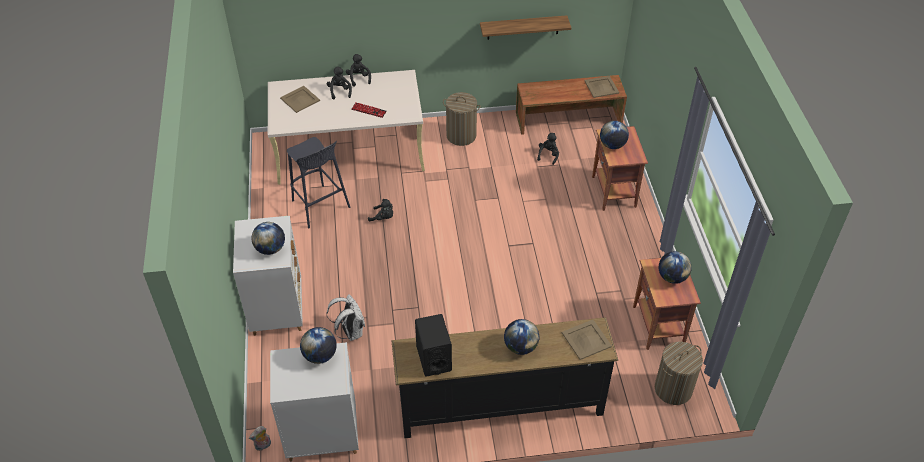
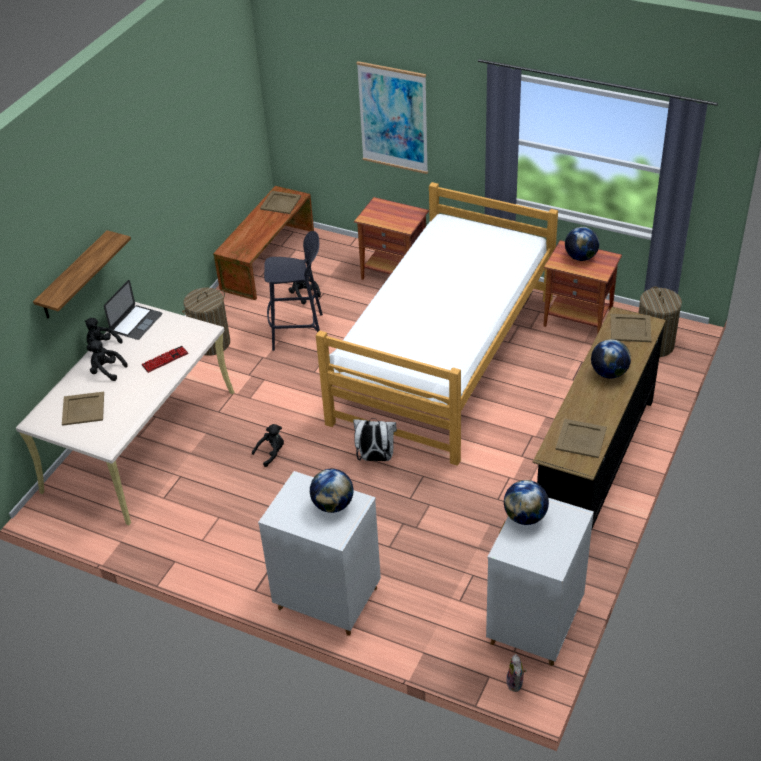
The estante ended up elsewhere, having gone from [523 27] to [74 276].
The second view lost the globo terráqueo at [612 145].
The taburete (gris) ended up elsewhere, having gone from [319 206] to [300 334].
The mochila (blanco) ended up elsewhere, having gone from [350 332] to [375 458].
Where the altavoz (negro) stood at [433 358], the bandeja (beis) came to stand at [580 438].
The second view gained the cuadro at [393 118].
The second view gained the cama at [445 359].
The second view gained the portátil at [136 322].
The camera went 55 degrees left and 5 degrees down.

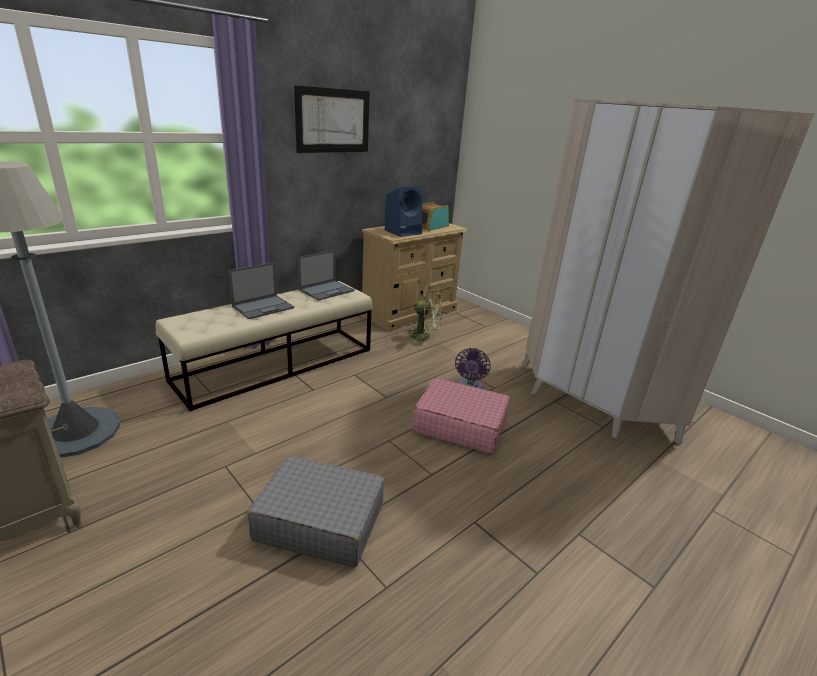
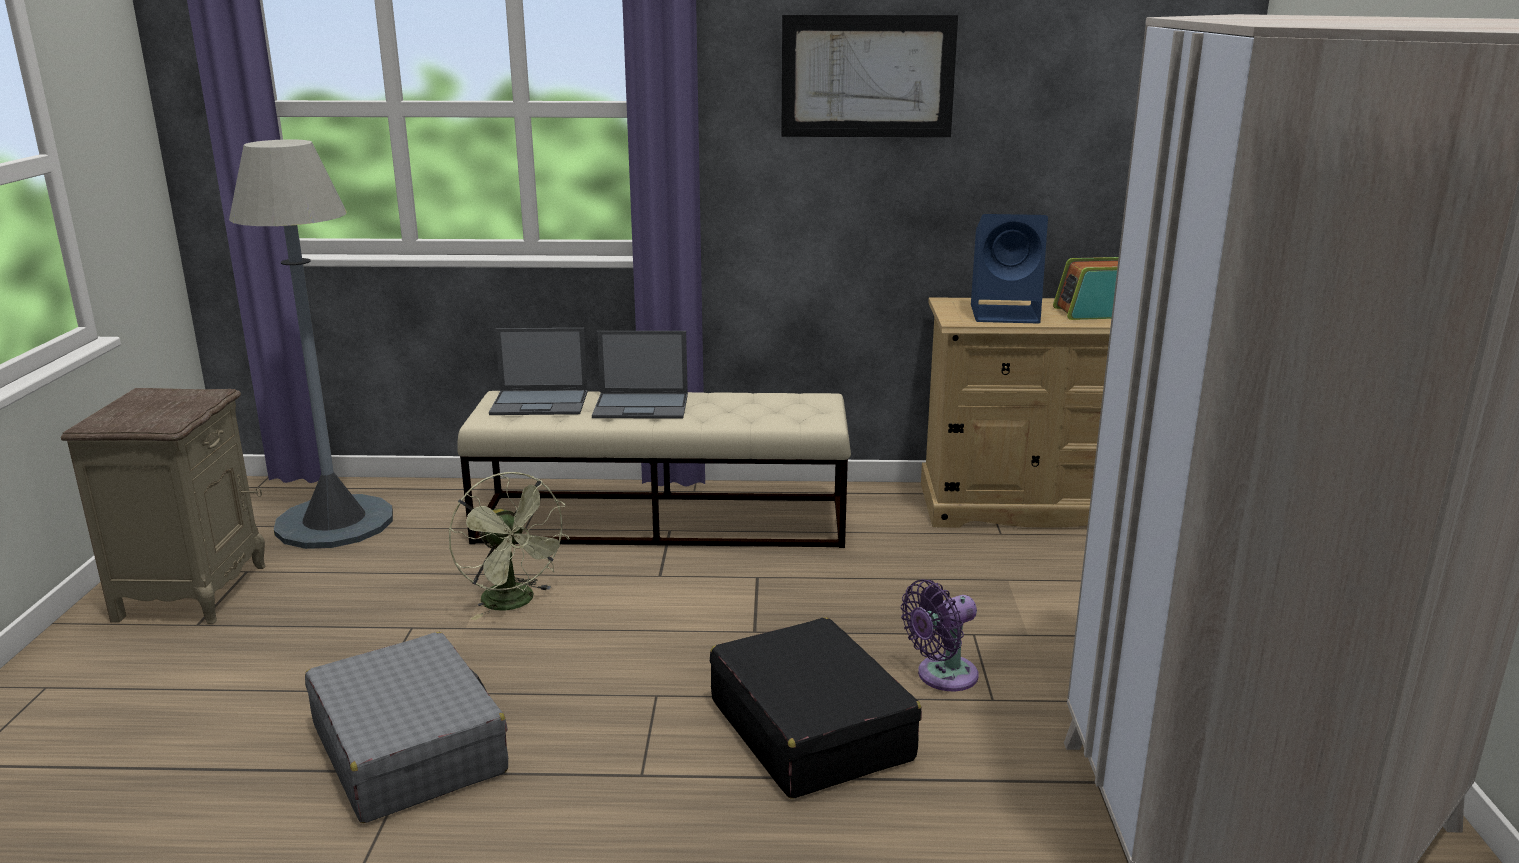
The portátil ended up elsewhere, having gone from [327 290] to [541 403].
The ventilador (verde) ended up elsewhere, having gone from [425 337] to [515 603].
What was the maleta (rosa) at [459 425] turned into the maleta (negro) at [810 729].
The camera went 45 degrees right and 5 degrees down.

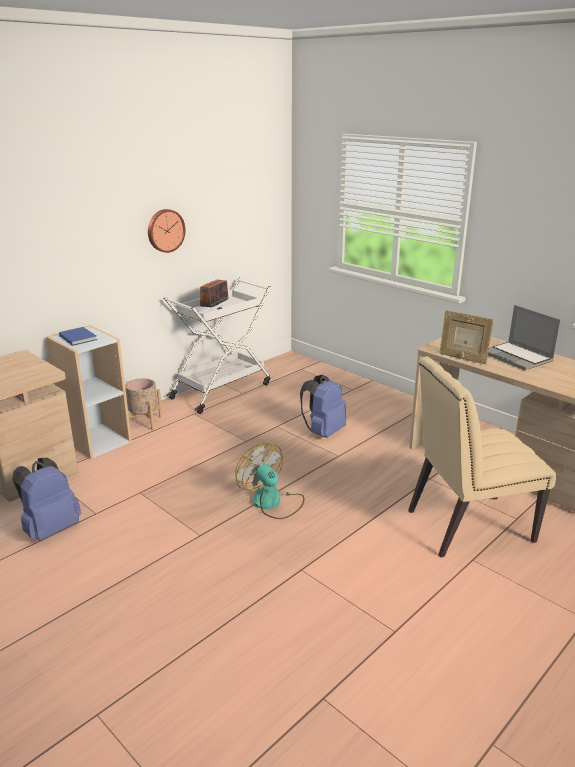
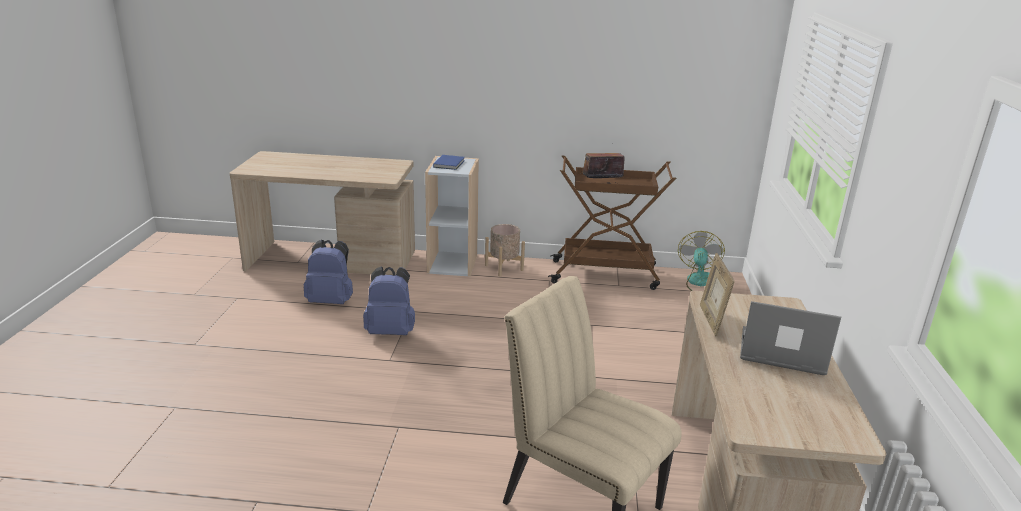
The second view lost the reloj de pared at [165 230].
What was the carrito (blanco) at [222 391] turned into the carrito (marrón) at [604 275].
The portátil at [518 357] ended up facing another way, 90 degrees clockwise from before.
The mochila (azul) ended up elsewhere, having gone from [323 432] to [391 331].
The ventilador ended up elsewhere, having gone from [272 502] to [701 283].
The camera went 50 degrees right and 0 degrees up.

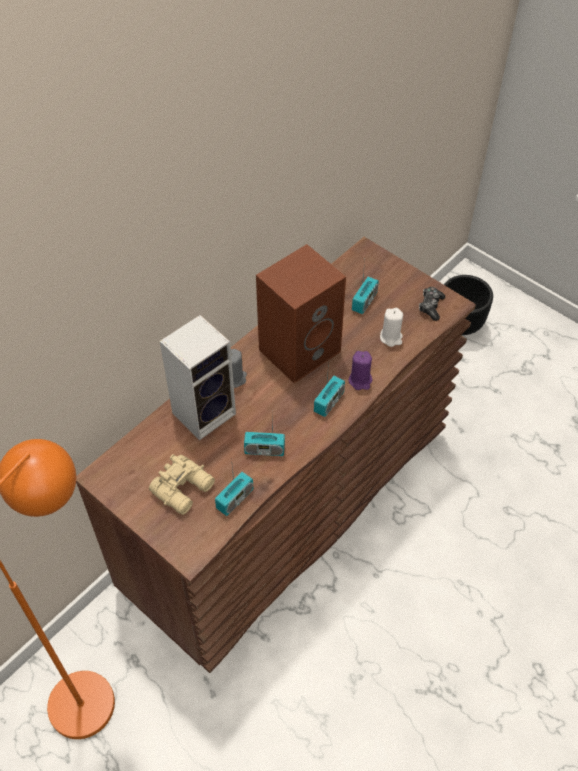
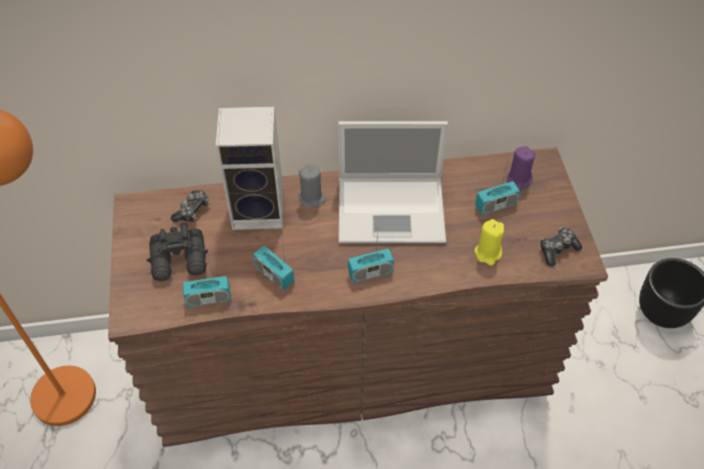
Where the altavoz (marrón) stood at [300 349], the portátil came to stand at [393 209].
What was the vela (blanco) at [391 337] turned into the vela (amarillo) at [488 253].
The vela (morado) ended up elsewhere, having gone from [360 380] to [518 180].
What was the prismáticos (beis) at [184 489] turned into the prismáticos (negro) at [180 261].
The second view gained the mando de consola at [192 210].
The camera went 40 degrees right and 0 degrees up.

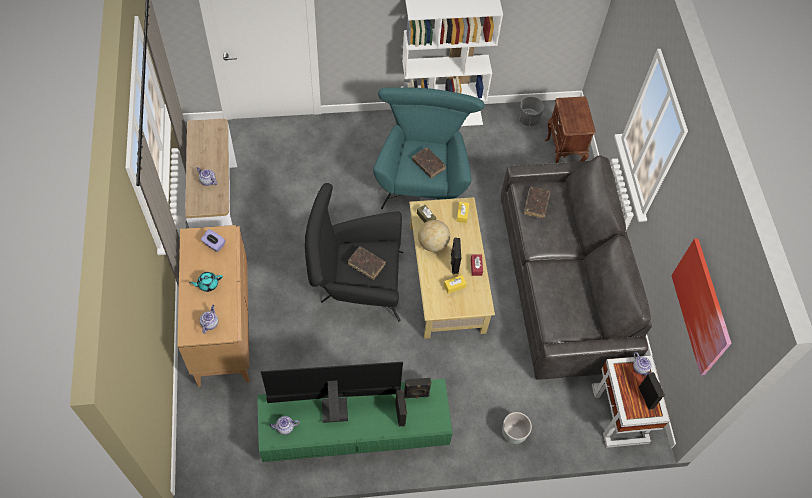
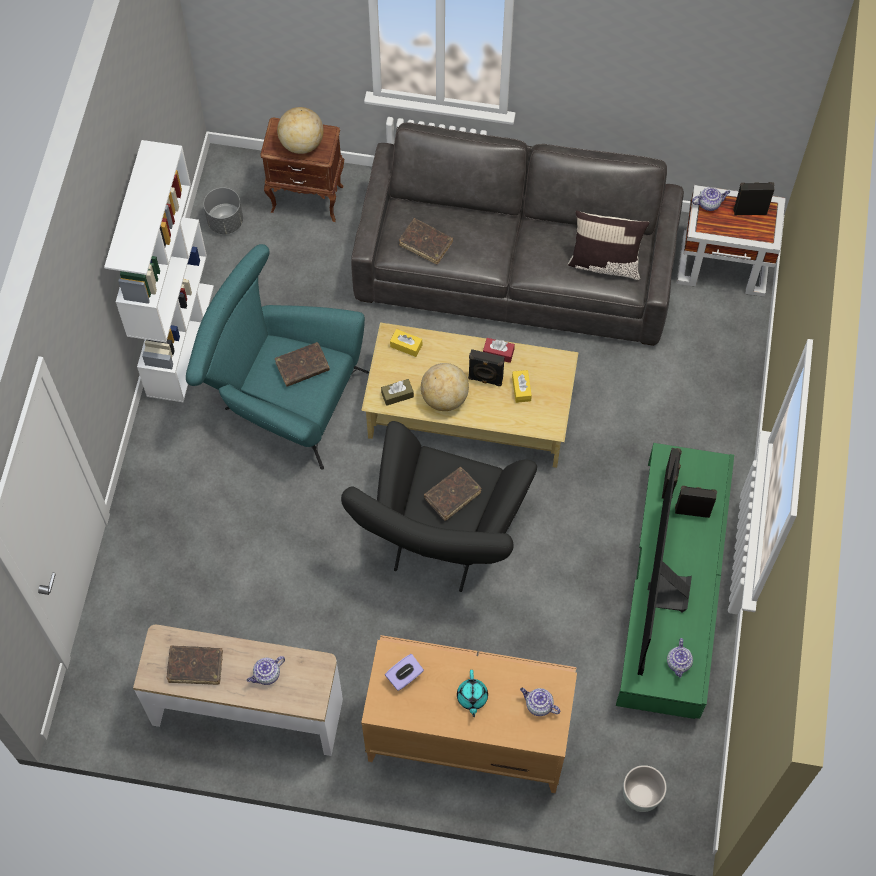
The second view lost the cuadro at [702 307].
The maceta (gris) ended up elsewhere, having gone from [513 434] to [641 796].
The second view gained the globo terráqueo at [301 143].
The second view gained the cojín at [605 263].
The second view gained the libro (marrón) at [195 667].
The camera went 70 degrees left and 5 degrees up.

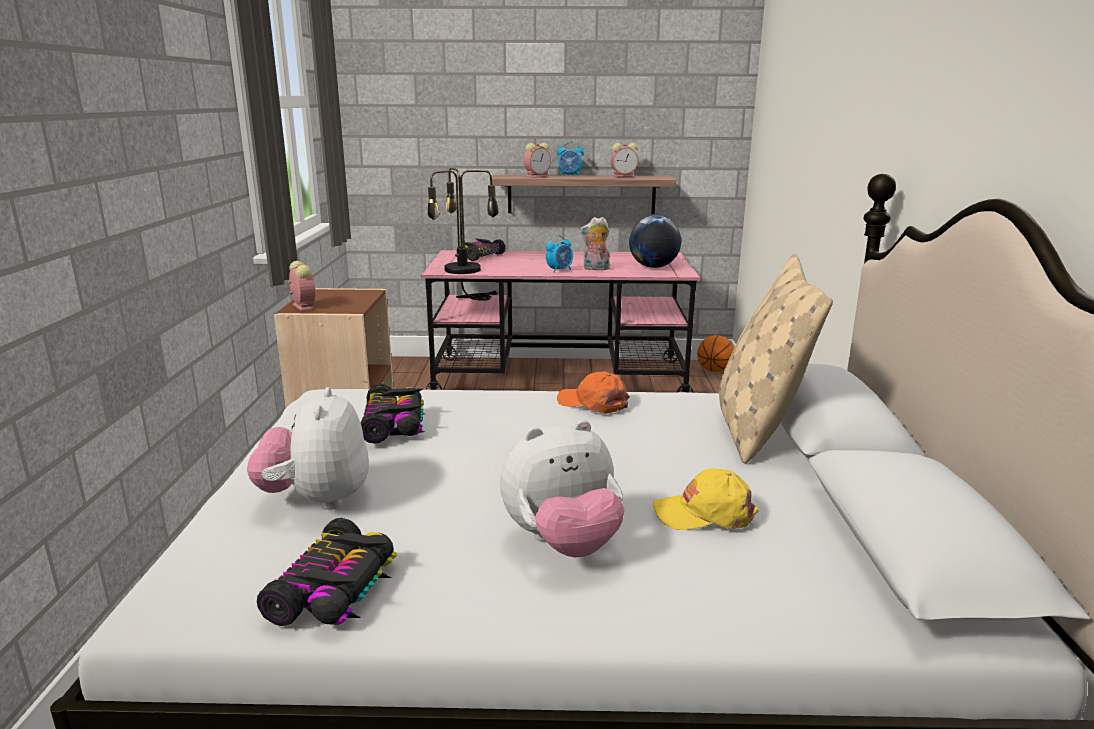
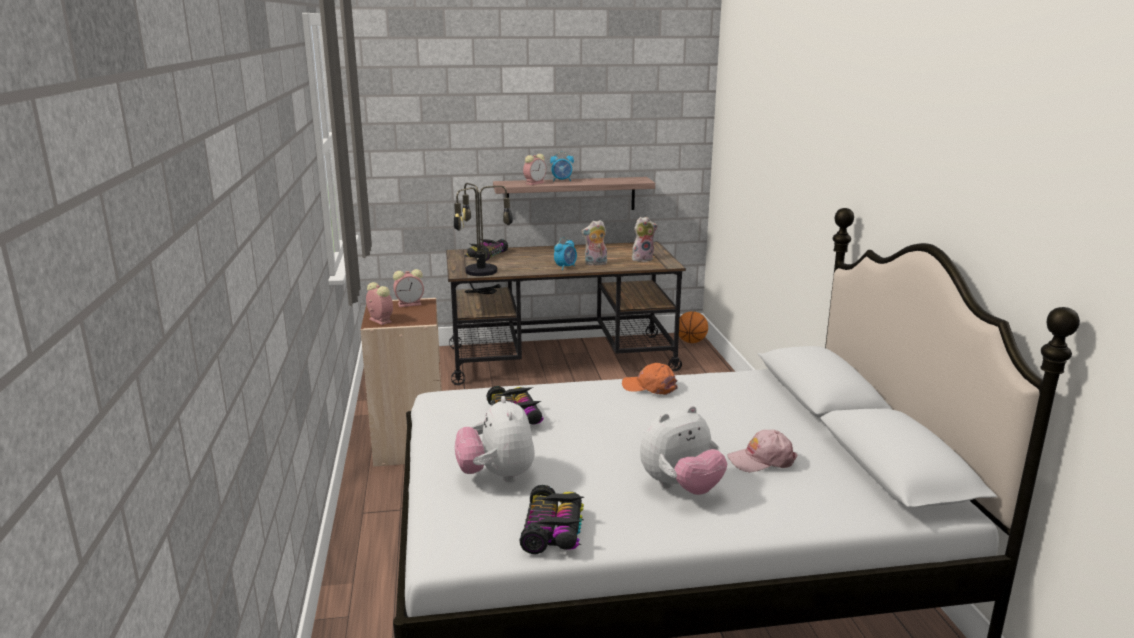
The despertador ended up elsewhere, having gone from [624 176] to [410 304].
Where the globo terráqueo stood at [653 267], the peluche came to stand at [642 259].
What was the escritorio (rosa) at [558 378] turned into the escritorio (marrón) at [561 358].
The second view lost the cojín (beis) at [756 426].
What was the gorra (amarillo) at [704 513] turned into the gorra (rosa) at [761 460].
The camera went 10 degrees left and 0 degrees up.

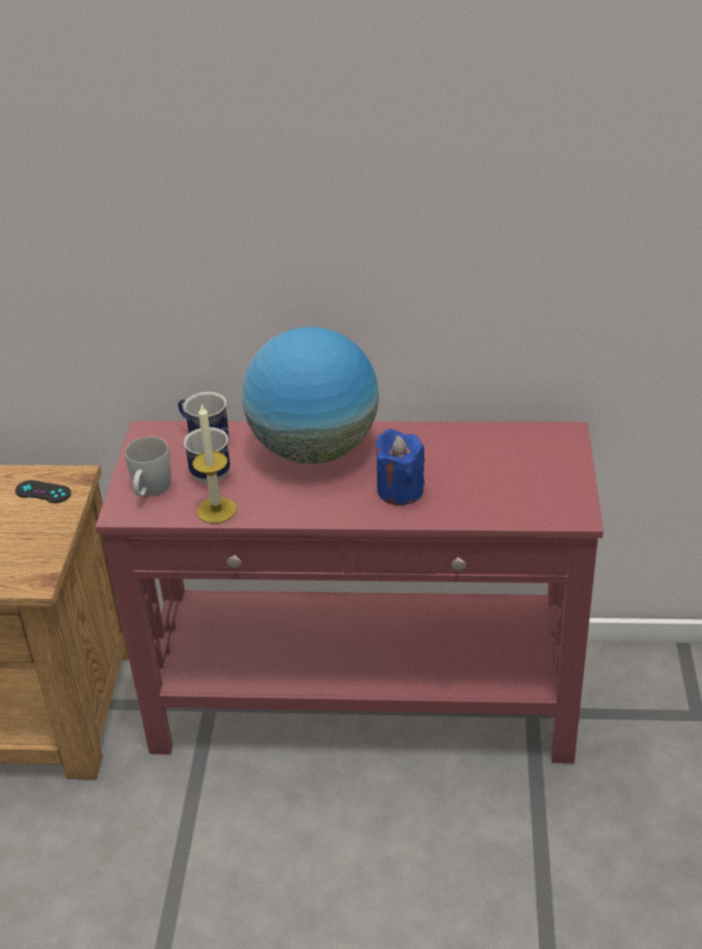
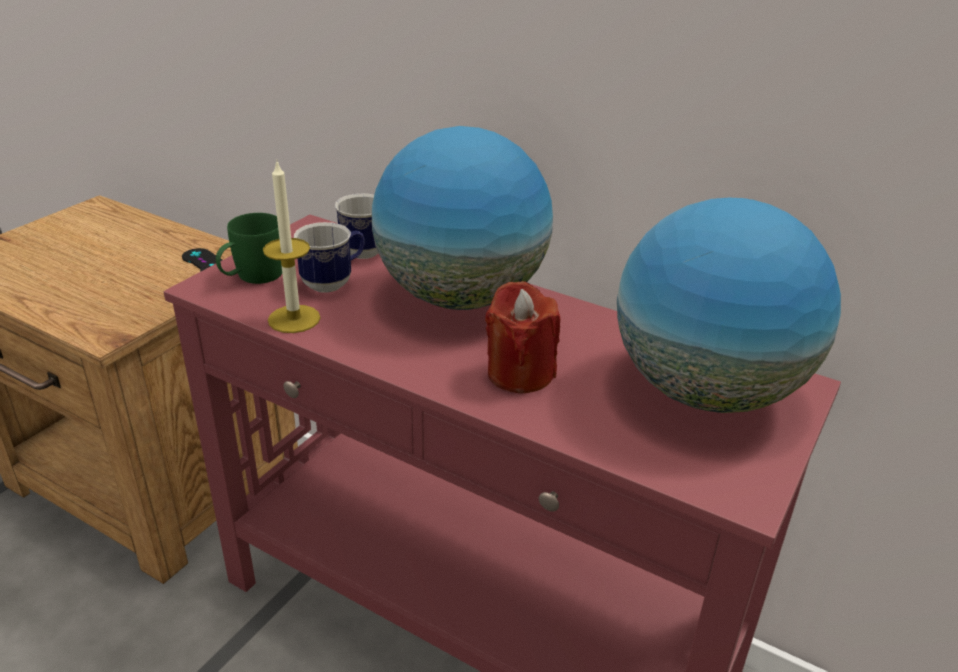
What was the vela (azul) at [400 490] turned into the vela (rojo) at [520 373].
What was the taza grande (blanco) at [150 490] turned into the taza grande (verde) at [252 277].
The second view gained the globo terráqueo at [705 391].
The camera went 25 degrees right and 5 degrees down.

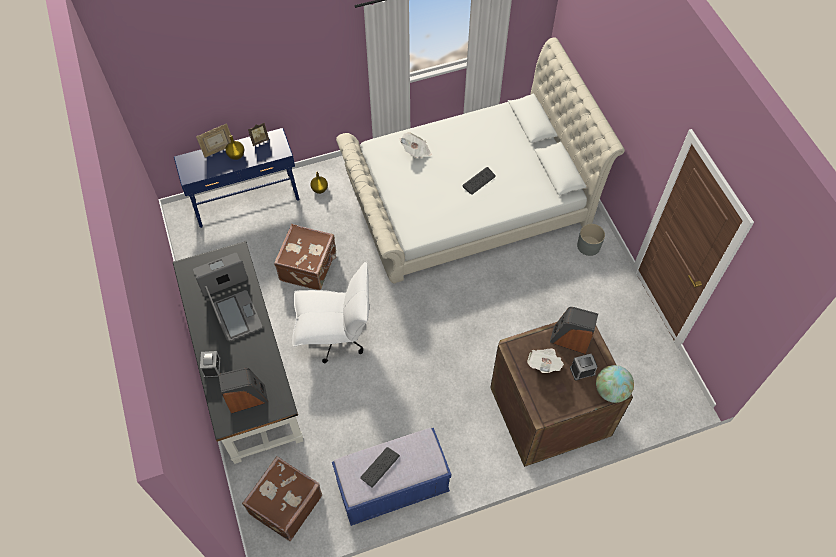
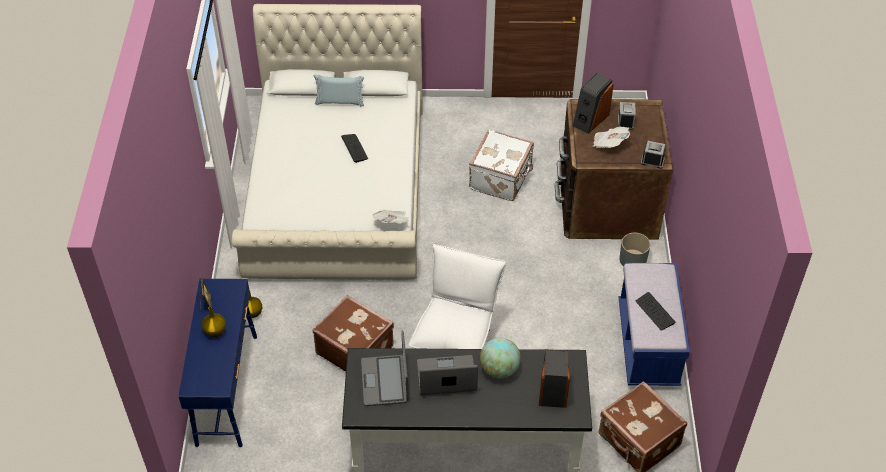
The second view lost the portarretratos at [218 150].
The periódico ended up elsewhere, having gone from [416 151] to [392 223].
The maceta (gris) ended up elsewhere, having gone from [588 246] to [633 260].
The despertador ended up elsewhere, having gone from [212 367] to [652 161].
The globo terráqueo ended up elsewhere, having gone from [611 391] to [499 369].
The second view gained the cojín (azul) at [339 102].
The second view gained the maleta (blanco) at [501 178].
The camera went 70 degrees left and 10 degrees down.

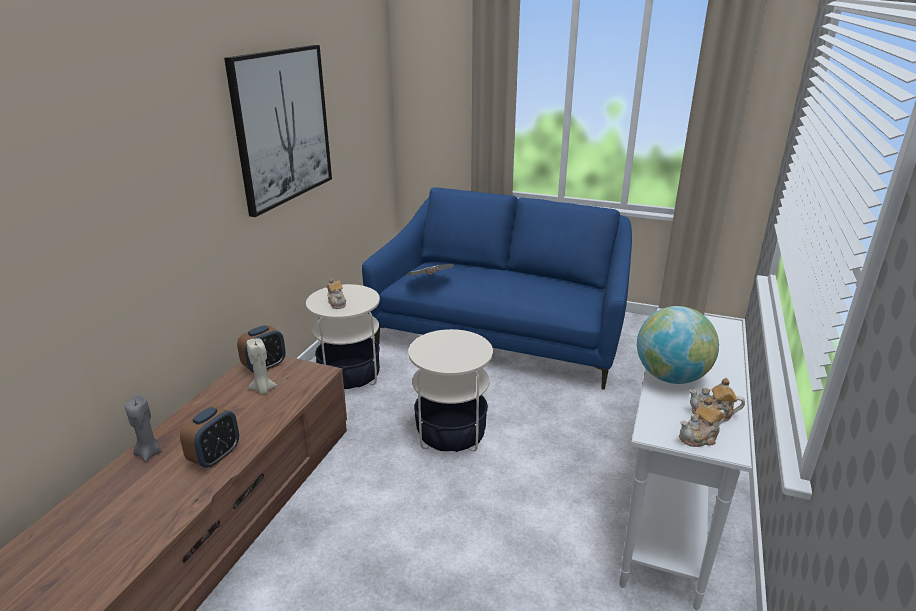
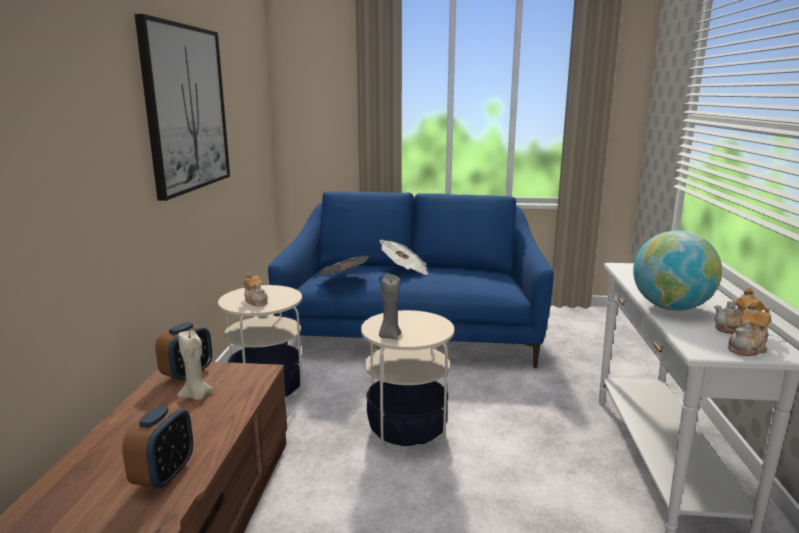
The vela (gris) ended up elsewhere, having gone from [149 453] to [389 336].
The second view gained the periódico at [405 270].
The camera went 15 degrees left and 10 degrees down.

